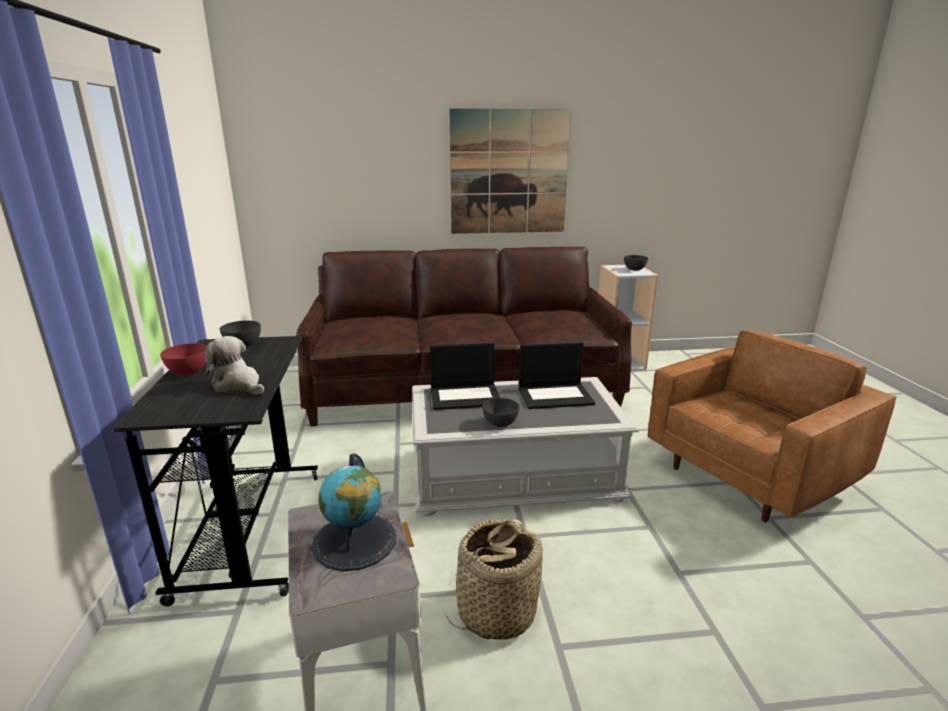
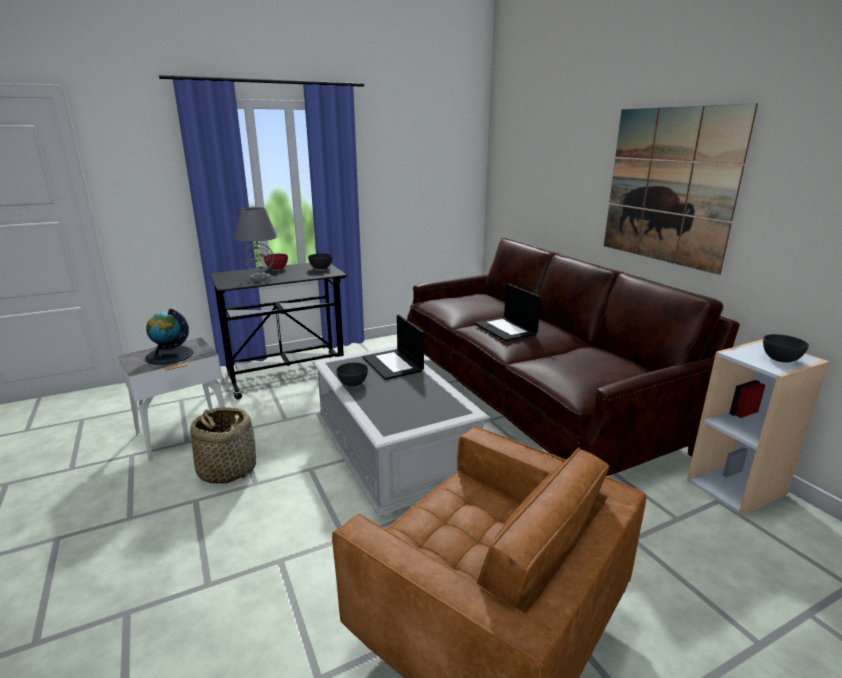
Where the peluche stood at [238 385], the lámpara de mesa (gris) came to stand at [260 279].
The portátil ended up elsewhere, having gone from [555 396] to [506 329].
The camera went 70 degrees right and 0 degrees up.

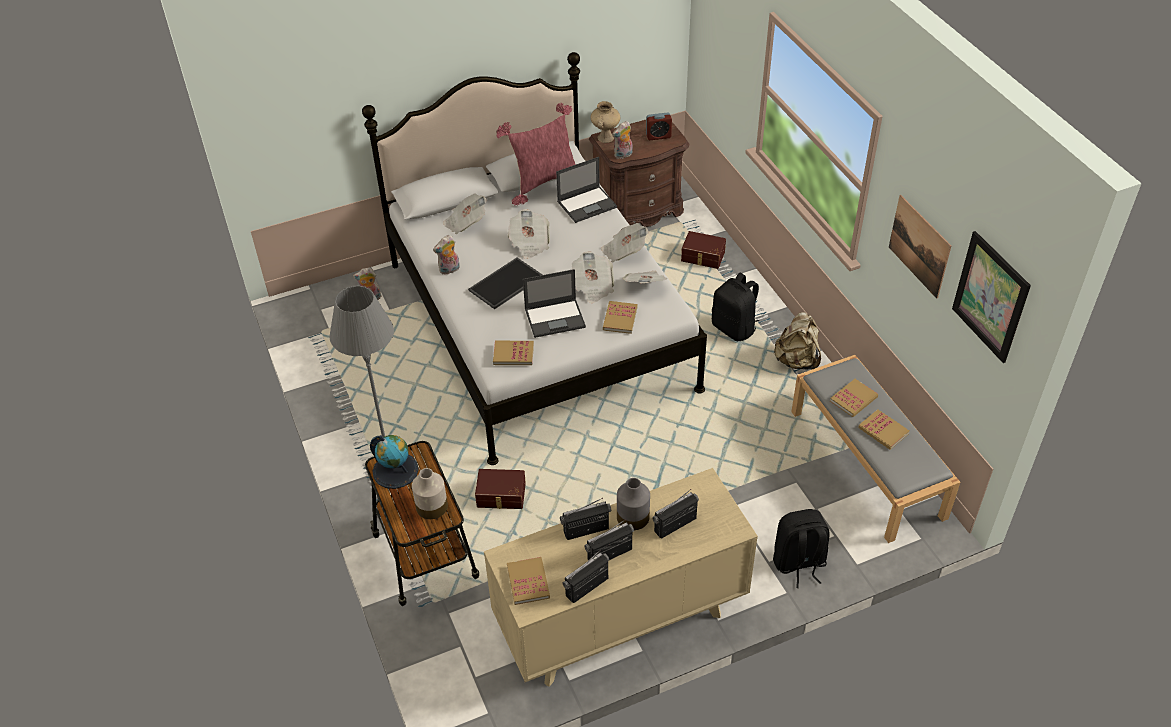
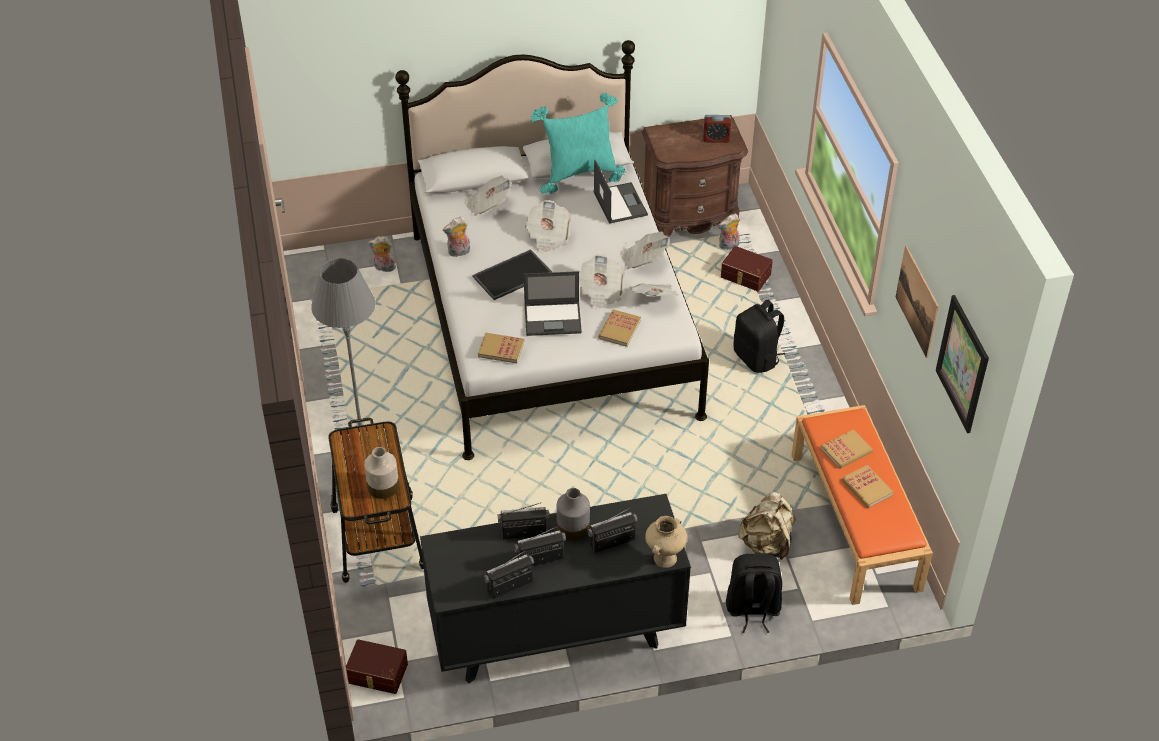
The florero (beis) ended up elsewhere, having gone from [605 137] to [665 557].
What was the cojín (rojo) at [543 188] turned into the cojín (turquesa) at [578 179].
The peluche ended up elsewhere, having gone from [623 155] to [728 246].
The portátil at [587 204] ended up facing another way, 90 degrees counterclockwise from before.
The mochila (beis) ended up elsewhere, having gone from [796 360] to [766 544].
What was the banco (gris) at [868 464] turned into the banco (naranja) at [856 522].
The second view lost the globo terráqueo at [395 470].
What was the cómoda (beis) at [620 622] turned into the cómoda (negro) at [555 635].
The caja de almacenaje (marrón) ended up elsewhere, having gone from [501 496] to [377 674].
The second view lost the libro at [528 582].
The camera went 10 degrees right and 0 degrees up.

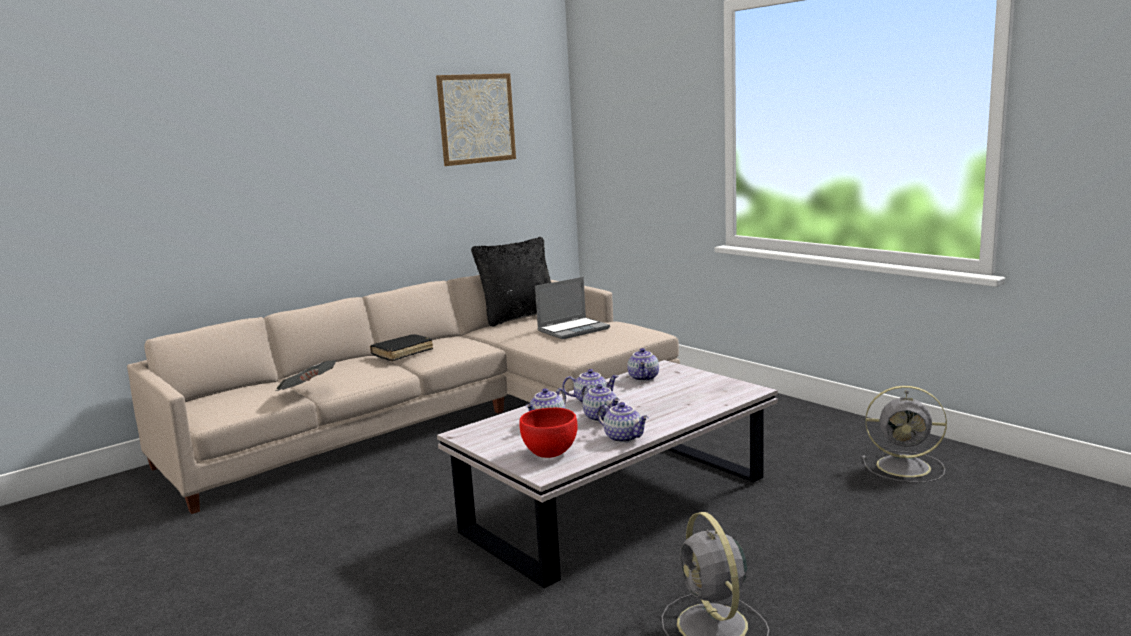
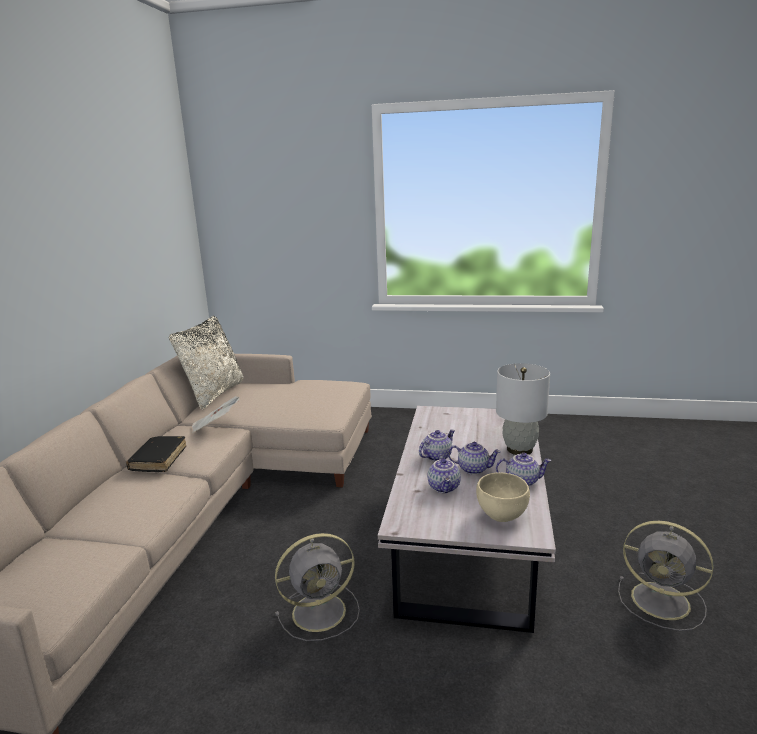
The second view lost the cuadro at [476 117].
What was the cojín (negro) at [520 318] turned into the cojín (beis) at [214 394].
The second view lost the portátil at [573 329].
The second view lost the tetera at [644 378].
The periódico ended up elsewhere, having gone from [308 391] to [215 427].
The ventilador (gris) ended up elsewhere, having gone from [906 467] to [321 611].
What was the cuenco (rojo) at [550 453] turned into the cuenco (beis) at [502 515].
The second view gained the lámpara de mesa (blanco) at [520 449].
The camera went 40 degrees left and 5 degrees up.

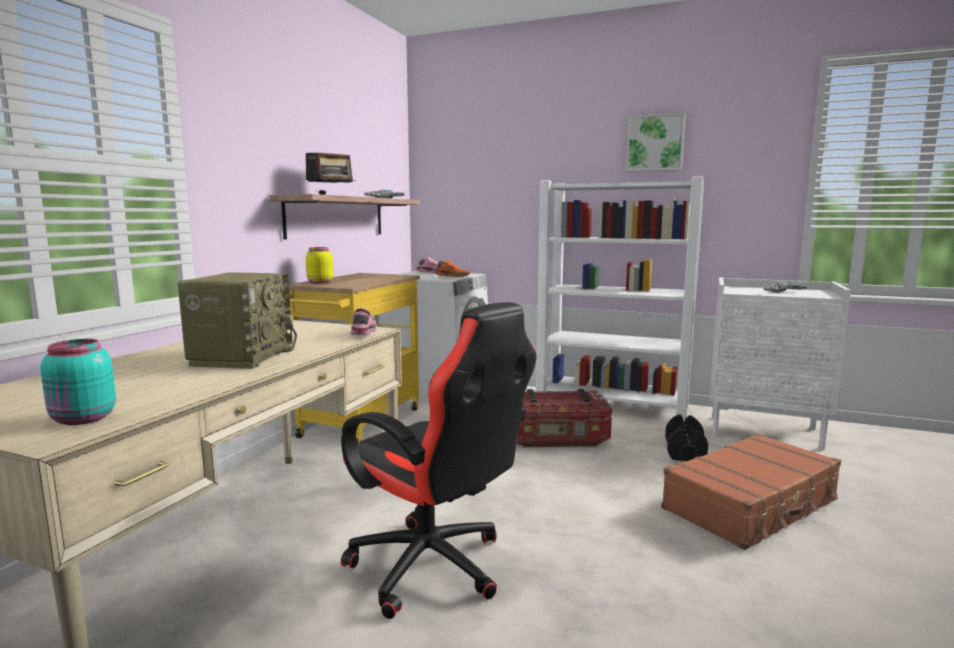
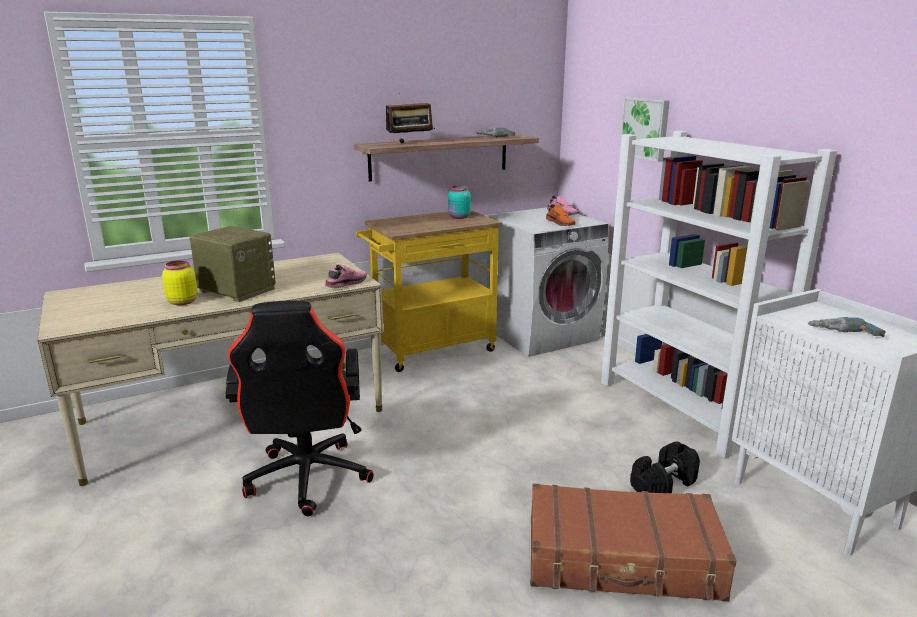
The cuadro ended up elsewhere, having gone from [655 143] to [645 128].
The tarro (amarillo) ended up elsewhere, having gone from [319 282] to [182 302].
The radio at [242 356] ended up facing another way, 105 degrees counterclockwise from before.
The tarro (turquesa) ended up elsewhere, having gone from [83 419] to [459 217].
The second view lost the caja de almacenaje at [557 440].
The camera went 40 degrees right and 10 degrees up.

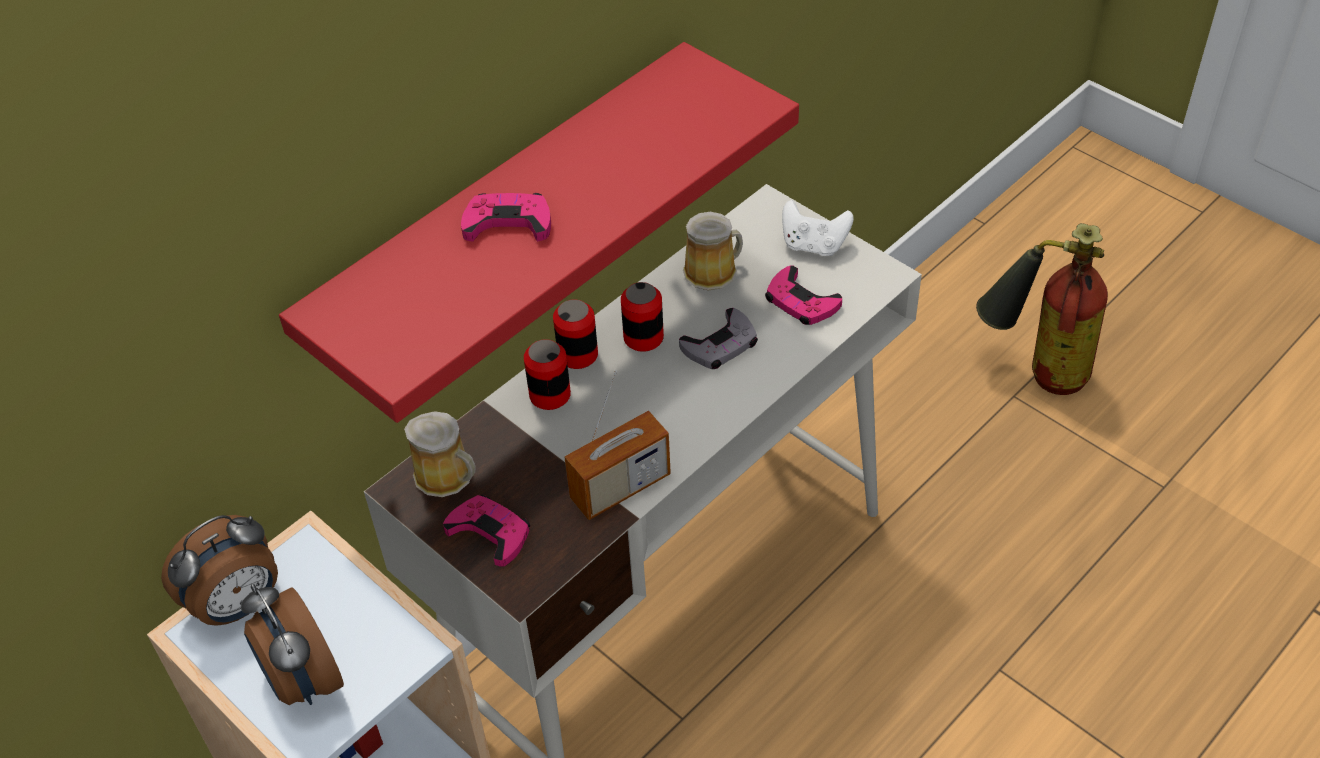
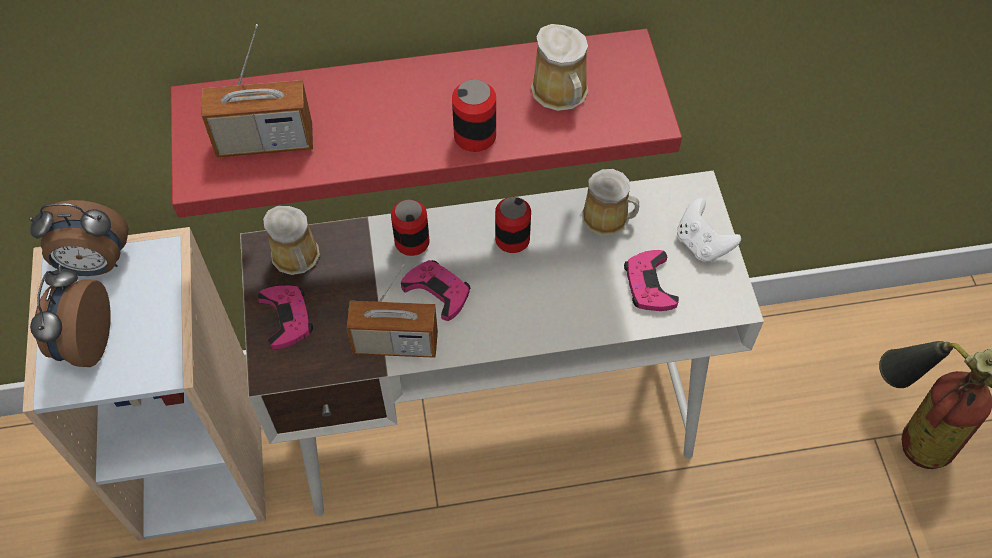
The mando de consola (rosa) ended up elsewhere, having gone from [508 223] to [437 291].
The lata ended up elsewhere, having gone from [578 355] to [475 136].
The second view lost the mando de consola (gris) at [720 345].
The second view gained the radio at [265 142].
The second view gained the taza grande at [561 93].
The camera went 35 degrees right and 10 degrees up.

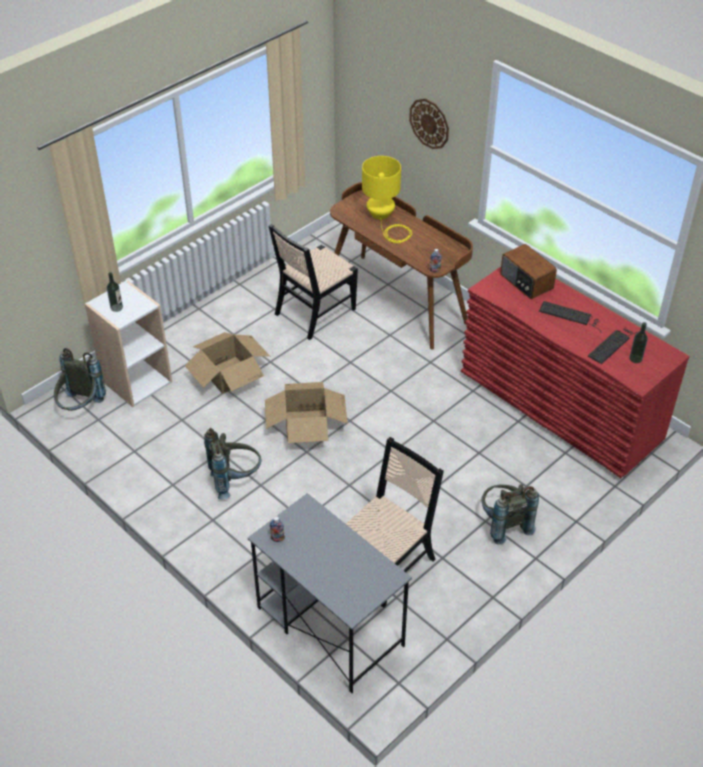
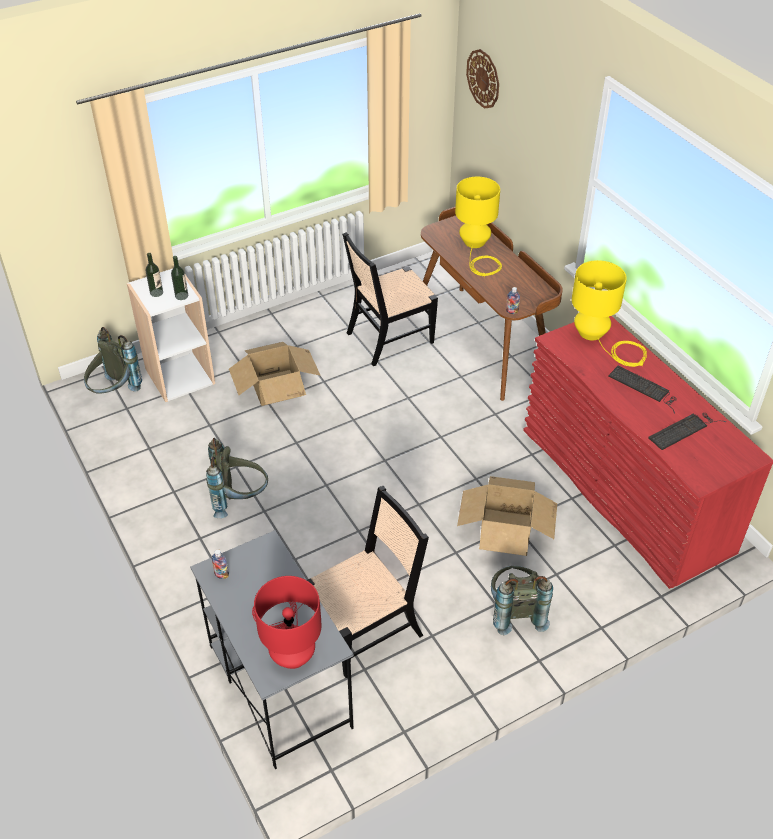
The reloj de pared ended up elsewhere, having gone from [429 123] to [483 78].
Where the radio stood at [526 282], the lámpara de mesa (amarillo) came to stand at [605 341].
The botella ended up elsewhere, having gone from [635 358] to [181 296].
The caja de cartón ended up elsewhere, having gone from [306 425] to [505 529].
The second view gained the lámpara de mesa (rojo) at [286 638].
The camera went 15 degrees right and 0 degrees up.

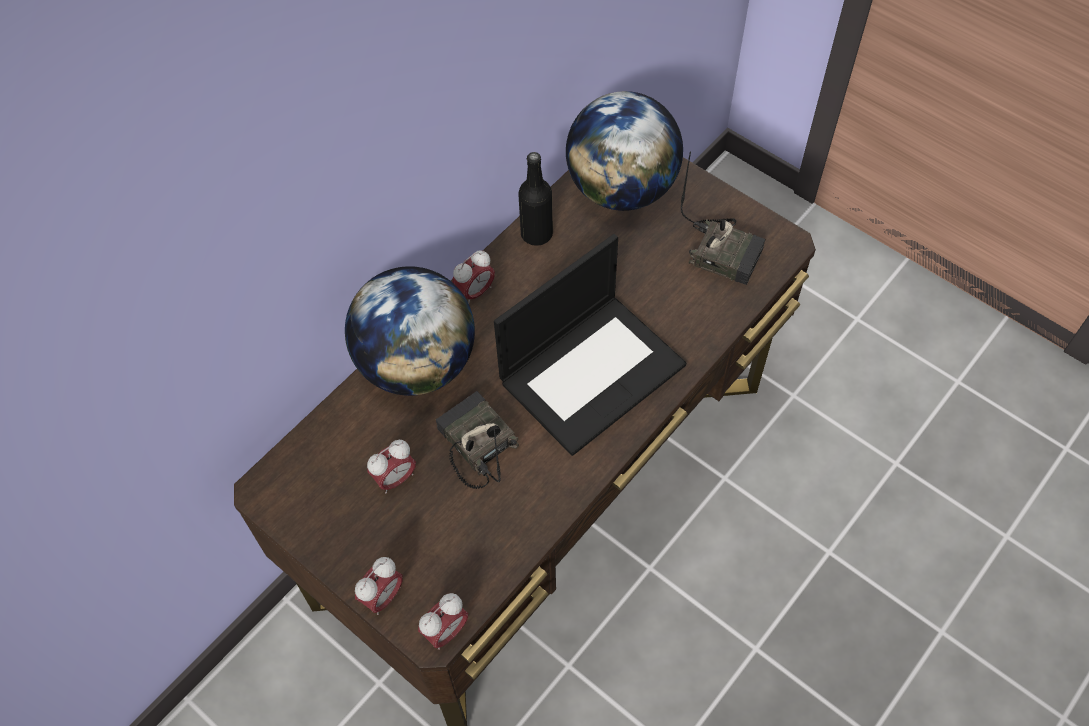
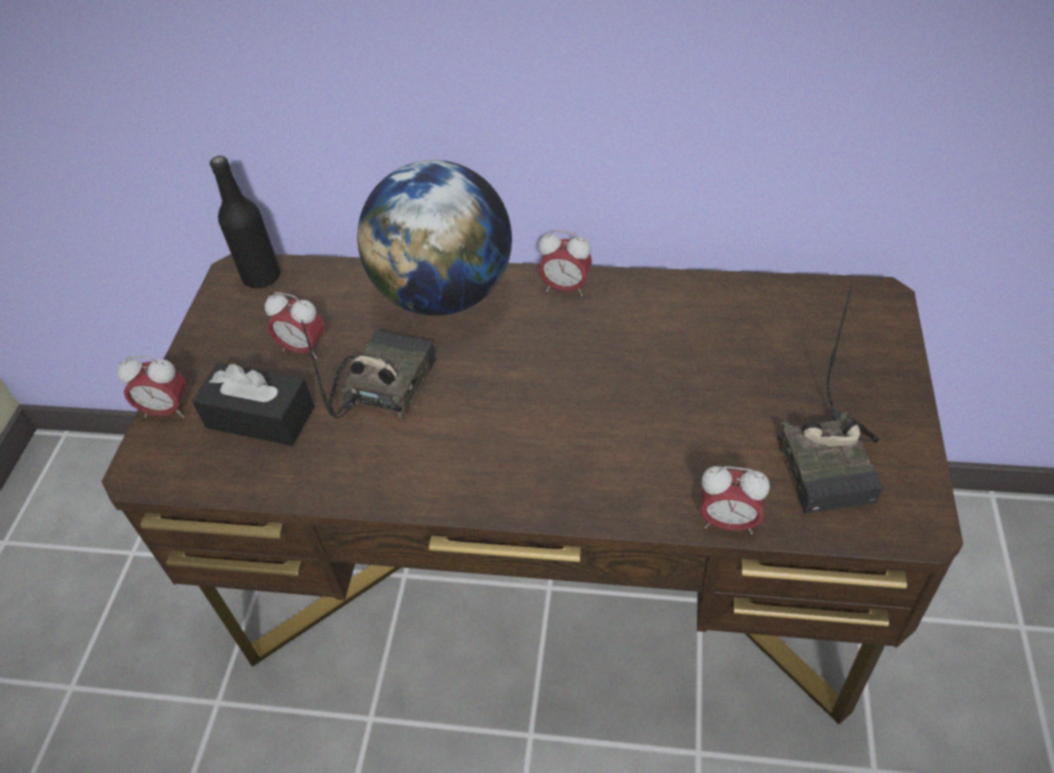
The second view lost the globo terráqueo at [621 188].
The botella (negro) ended up elsewhere, having gone from [536 234] to [262 277].
The second view lost the portátil at [592 371].
The despertador ended up elsewhere, having gone from [446 631] to [728 522].
The second view gained the caja de pañuelos (negro) at [260 417].
The camera went 60 degrees right and 10 degrees down.

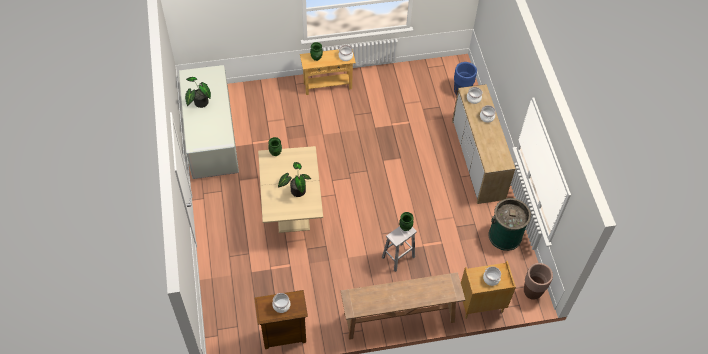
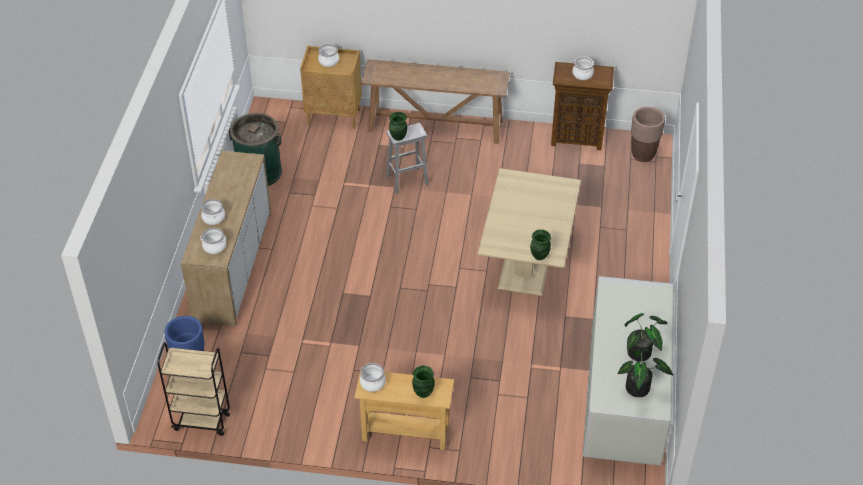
The planta en maceta ended up elsewhere, having gone from [296 190] to [640 389].
The maceta (marrón) ended up elsewhere, having gone from [532 292] to [643 155].
The second view gained the carrito (beis) at [201 423].
The camera went 160 degrees left and 10 degrees down.

